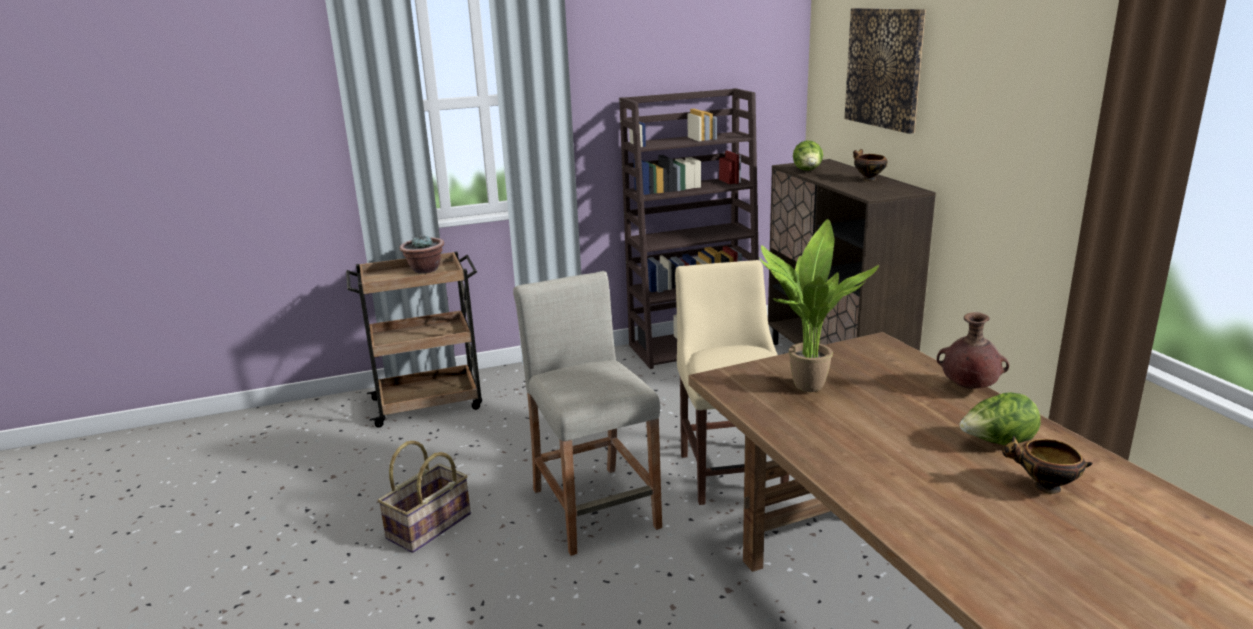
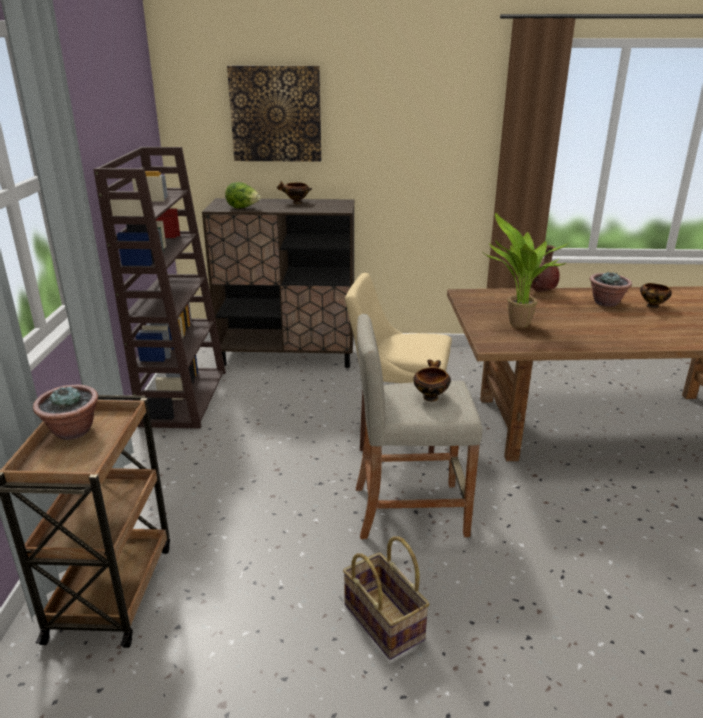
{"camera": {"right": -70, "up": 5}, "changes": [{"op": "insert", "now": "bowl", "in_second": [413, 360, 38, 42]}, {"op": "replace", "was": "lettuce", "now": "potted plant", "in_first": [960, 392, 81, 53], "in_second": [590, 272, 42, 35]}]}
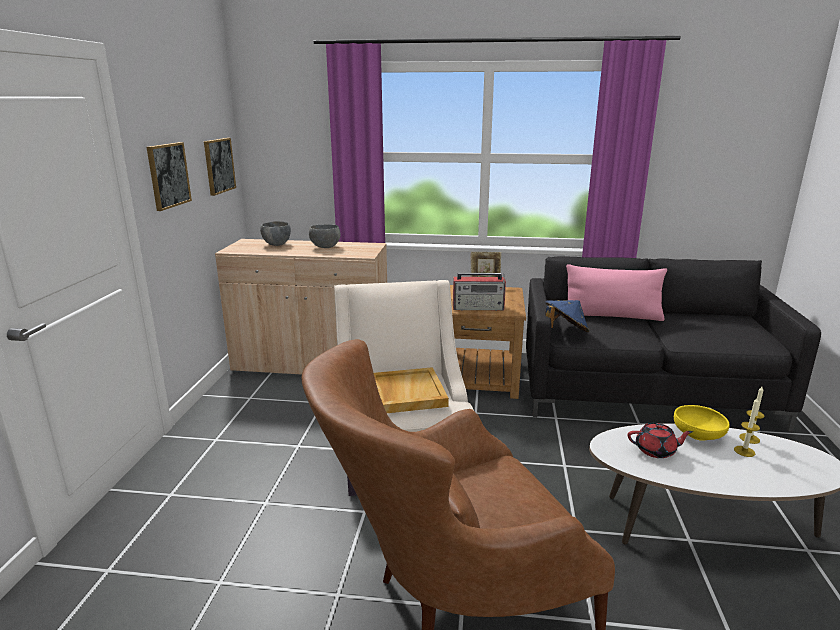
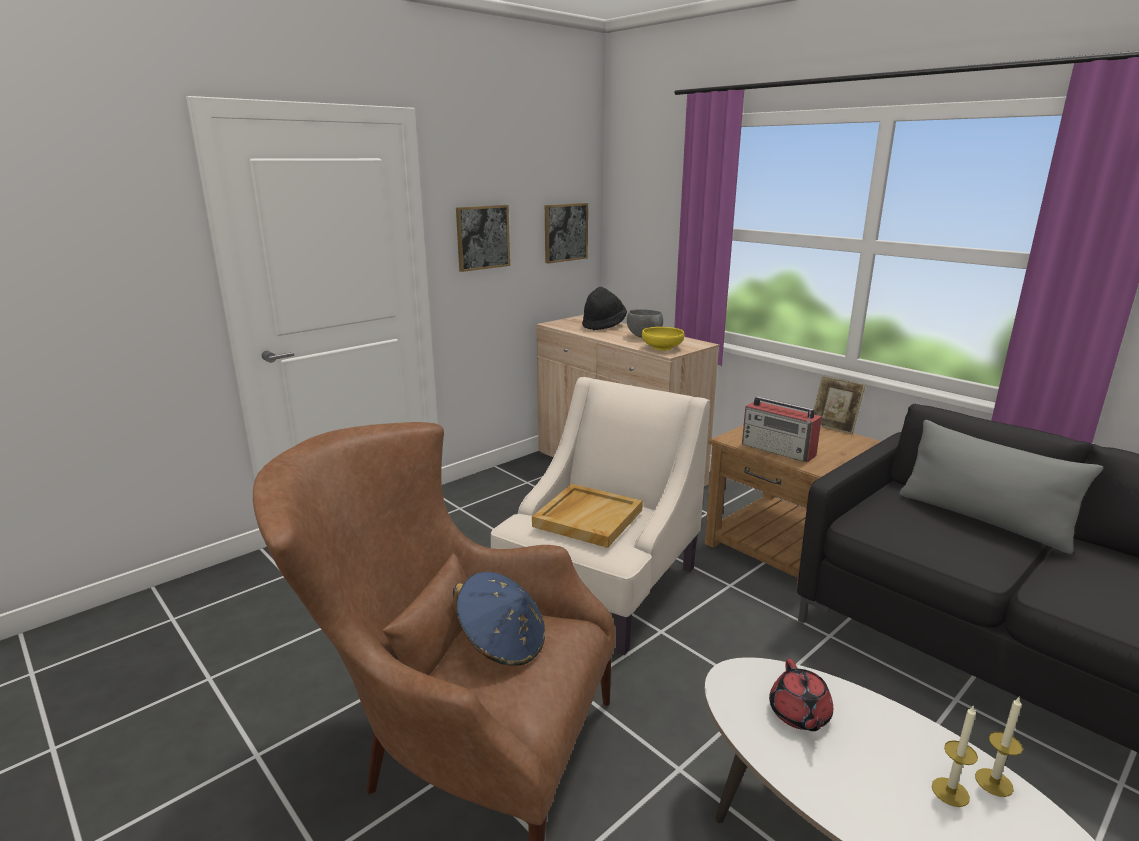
{"camera": {"right": 40, "up": 0}, "changes": [{"op": "move", "was": "hat/blue", "in_first": [545, 300, 44, 32], "in_second": [453, 572, 92, 94]}, {"op": "replace", "was": "bowl/grey", "now": "hat/black", "in_first": [260, 221, 31, 25], "in_second": [582, 287, 45, 44]}, {"op": "move", "was": "bowl/yellow", "in_first": [674, 405, 55, 36], "in_second": [642, 327, 43, 24]}, {"op": "rotate", "was": "teapot/red", "in_first": [628, 423, 65, 35], "in_second": [769, 659, 64, 72], "clockwise": 45}, {"op": "recolor", "was": "pillow/pink", "now": "pillow/grey", "in_first": [566, 264, 101, 57], "in_second": [900, 420, 203, 134]}]}
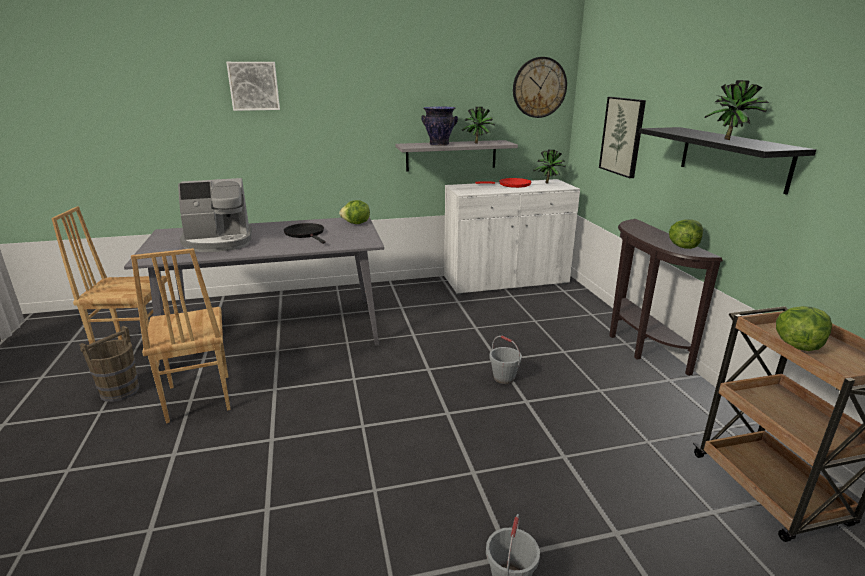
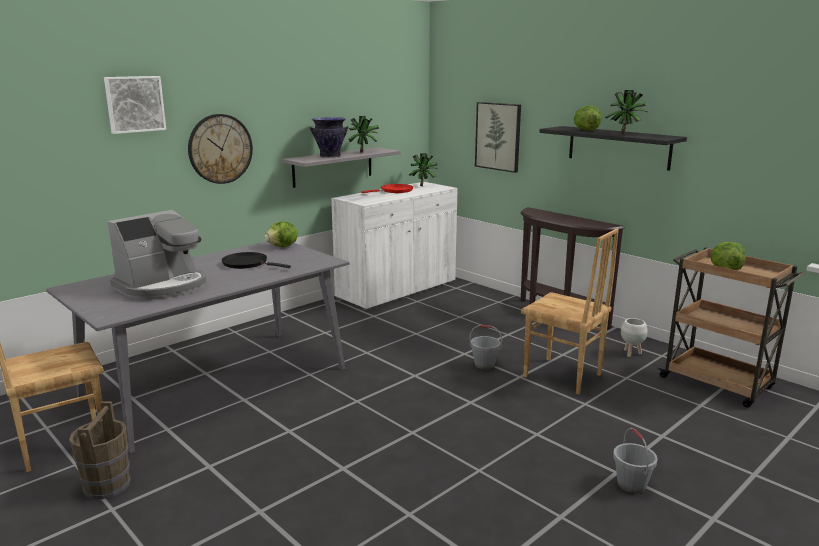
{"camera": {"right": -30, "up": -5}, "changes": [{"op": "move", "was": "wall clock", "in_first": [513, 57, 54, 61], "in_second": [188, 114, 65, 70]}, {"op": "move", "was": "chair/brown", "in_first": [131, 248, 100, 175], "in_second": [521, 229, 98, 166]}, {"op": "move", "was": "lettuce", "in_first": [669, 219, 34, 30], "in_second": [574, 105, 27, 26]}, {"op": "insert", "now": "planter/white", "in_second": [621, 318, 26, 39]}]}
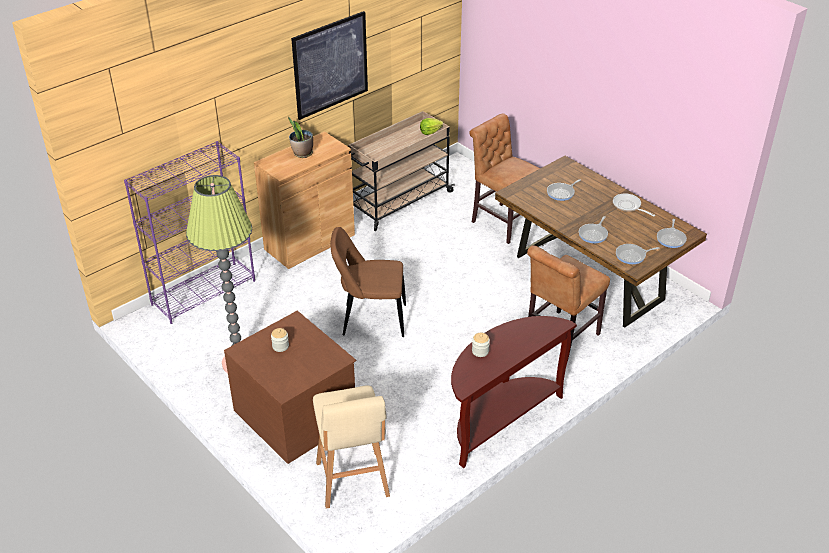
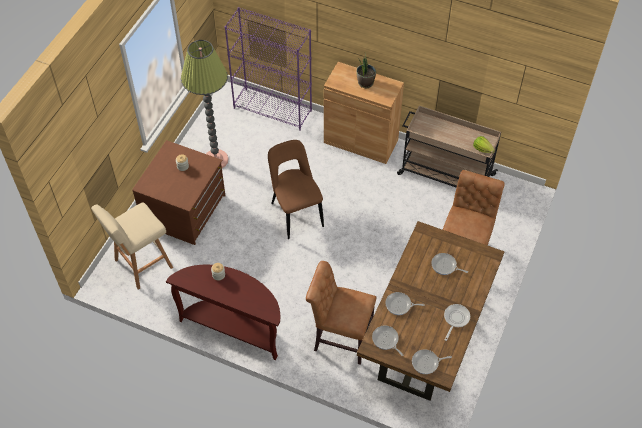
{"camera": {"right": 65, "up": 15}, "changes": [{"op": "delete", "was": "picture", "in_first": [291, 11, 77, 109]}]}
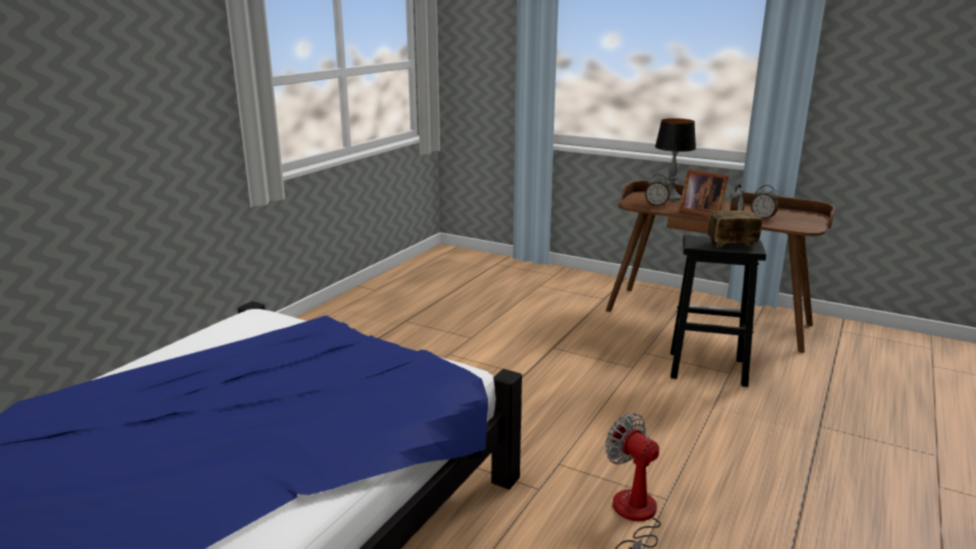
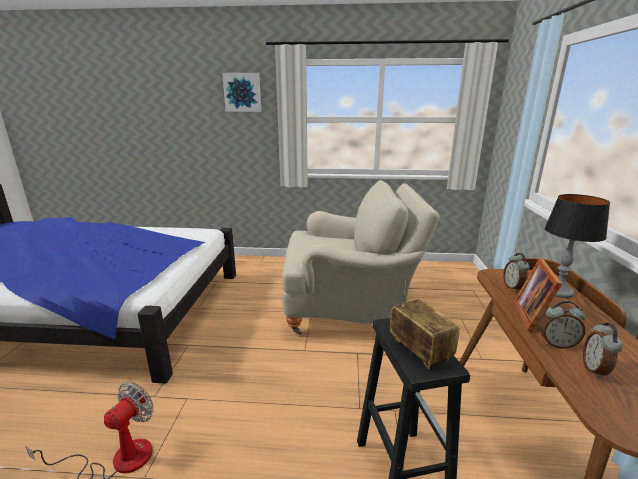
{"camera": {"right": 65, "up": 0}, "changes": [{"op": "insert", "now": "picture", "in_second": [222, 73, 39, 39]}, {"op": "insert", "now": "armchair/beige", "in_second": [282, 180, 158, 155]}]}
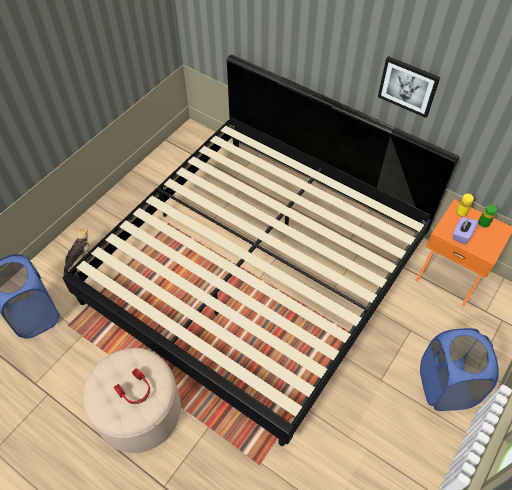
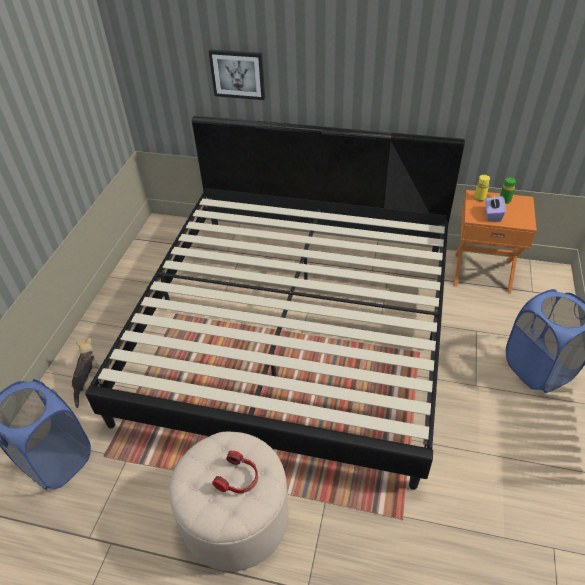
{"camera": {"right": -20, "up": -10}, "changes": [{"op": "move", "was": "picture", "in_first": [378, 56, 62, 62], "in_second": [209, 50, 56, 50]}]}
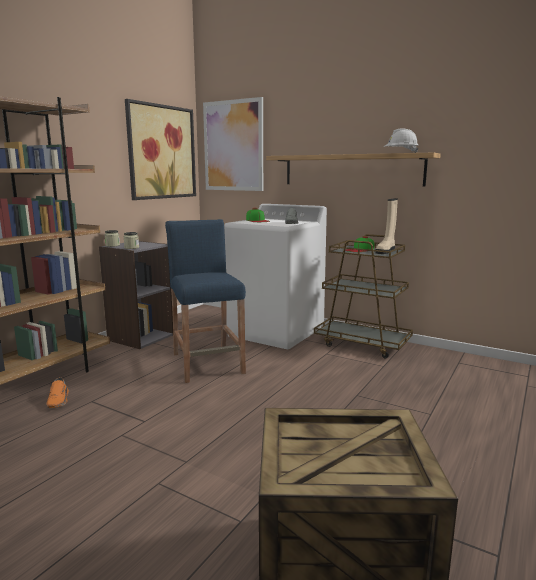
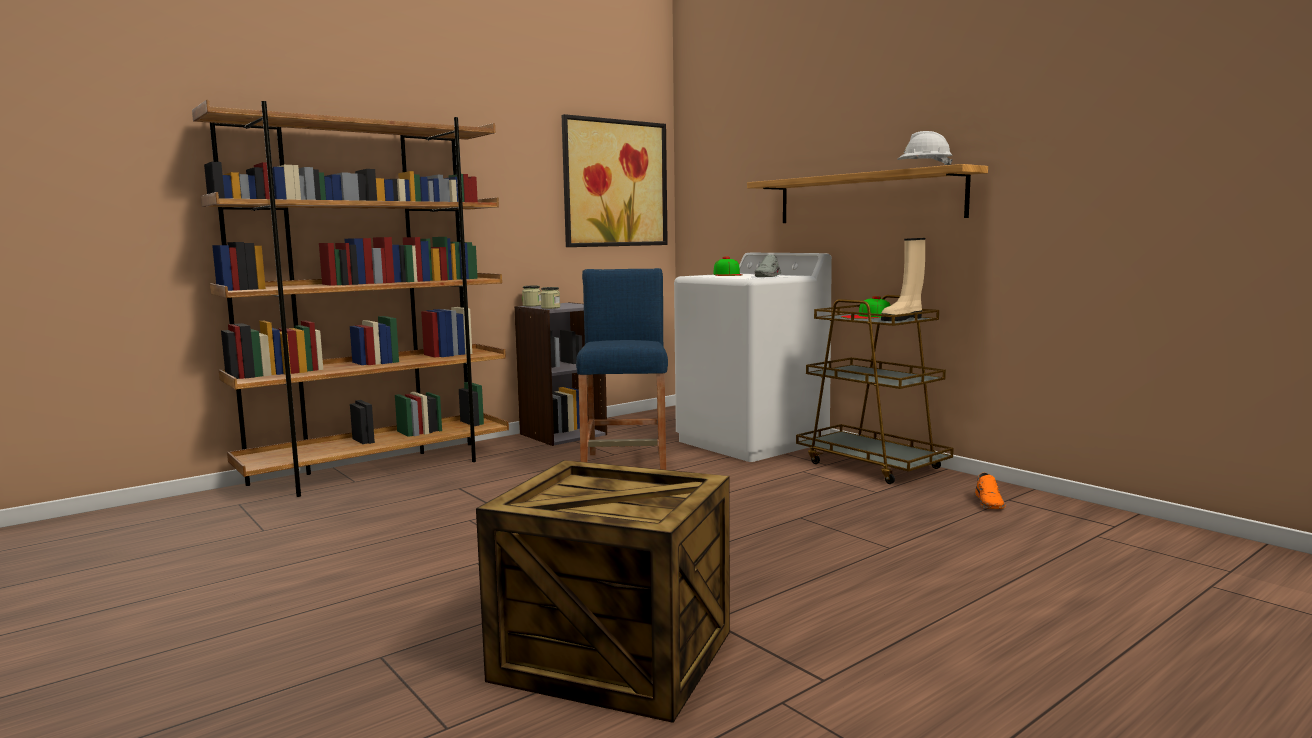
{"camera": {"right": 20, "up": -5}, "changes": [{"op": "move", "was": "shoe/orange", "in_first": [46, 377, 23, 31], "in_second": [975, 473, 31, 36]}, {"op": "delete", "was": "picture", "in_first": [203, 97, 60, 94]}]}
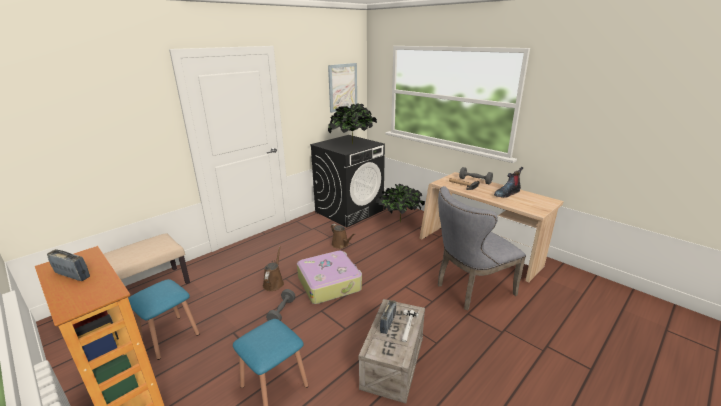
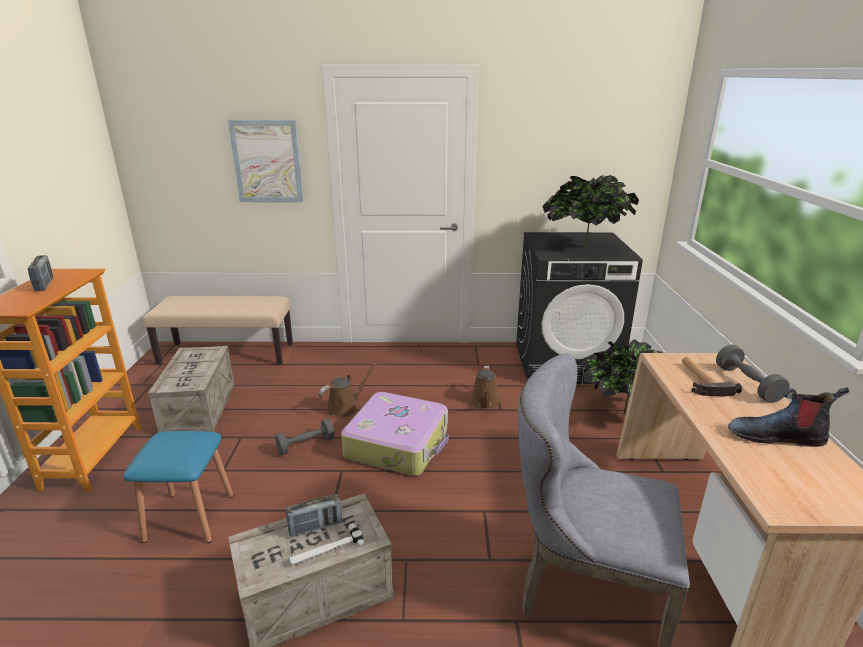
{"camera": {"right": 45, "up": 0}, "changes": [{"op": "replace", "was": "stool/blue", "now": "crate", "in_first": [128, 279, 72, 81], "in_second": [148, 346, 87, 87]}, {"op": "move", "was": "picture", "in_first": [328, 63, 29, 50], "in_second": [228, 120, 76, 82]}]}
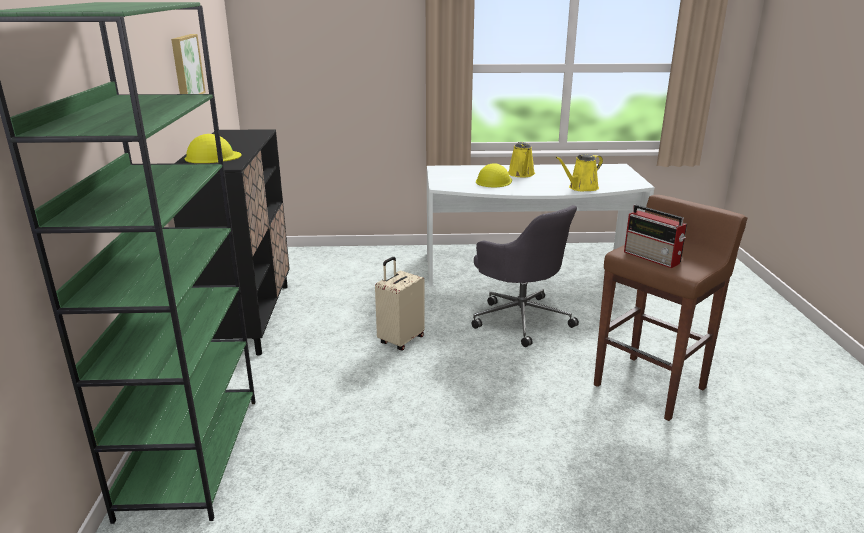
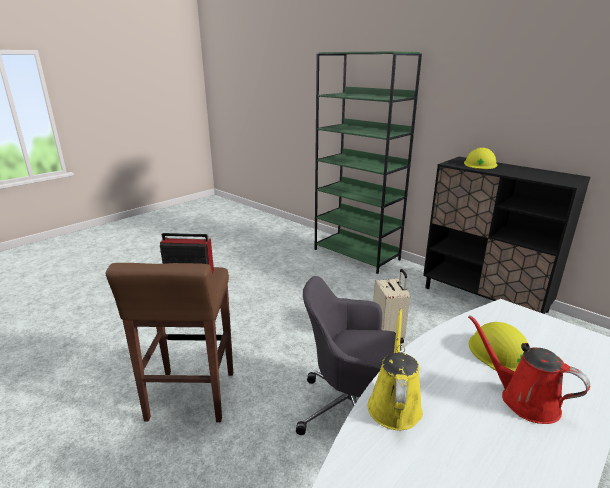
{"camera": {"right": 135, "up": 0}, "changes": [{"op": "recolor", "was": "watering can/yellow", "now": "watering can/red", "in_first": [508, 142, 27, 35], "in_second": [468, 315, 122, 109]}, {"op": "delete", "was": "picture", "in_first": [171, 34, 35, 60]}]}
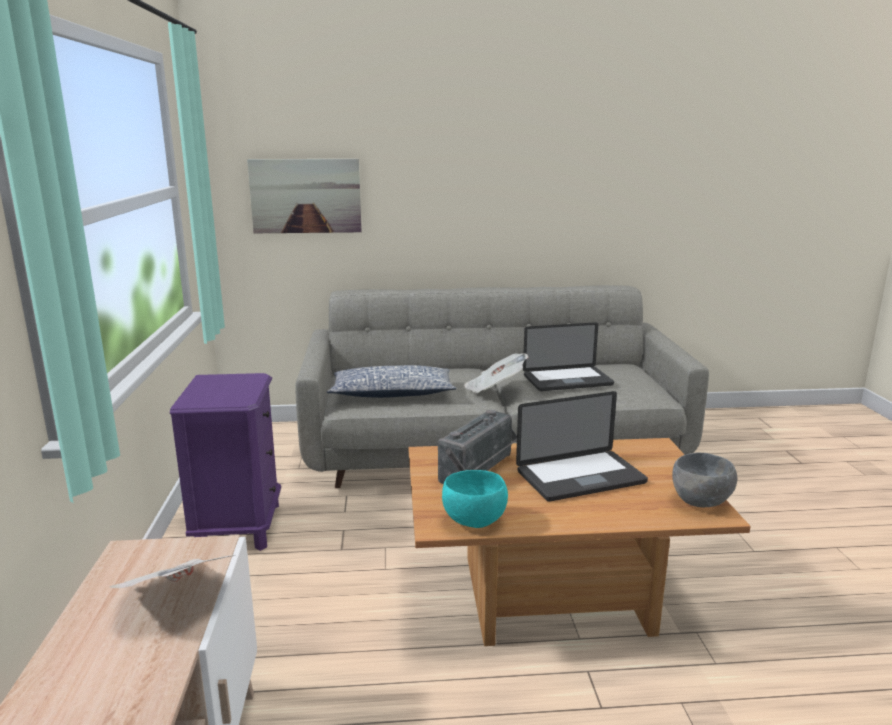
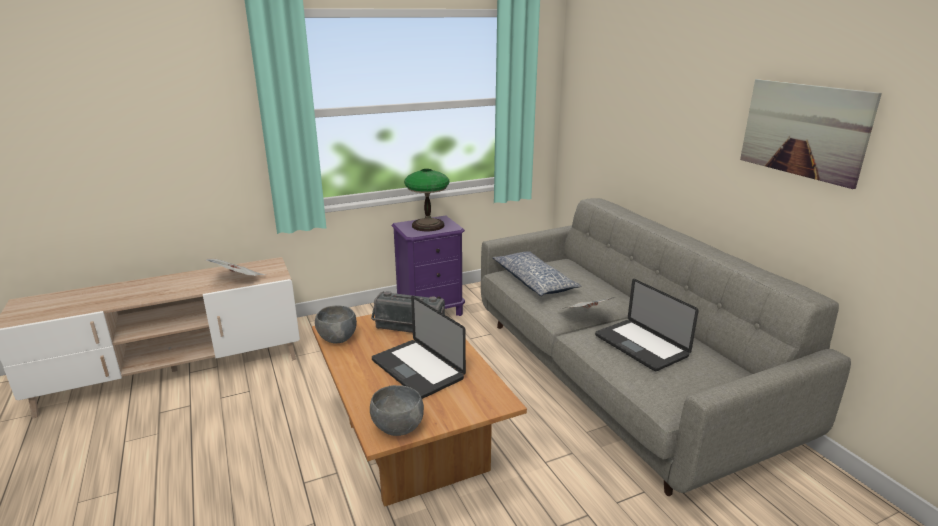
{"camera": {"right": 70, "up": 5}, "changes": [{"op": "recolor", "was": "bowl/turquoise", "now": "bowl/grey", "in_first": [442, 470, 66, 58], "in_second": [315, 306, 42, 37]}, {"op": "insert", "now": "table lamp", "in_second": [404, 169, 45, 62]}, {"op": "move", "was": "picture", "in_first": [247, 159, 115, 74], "in_second": [740, 79, 142, 110]}]}
